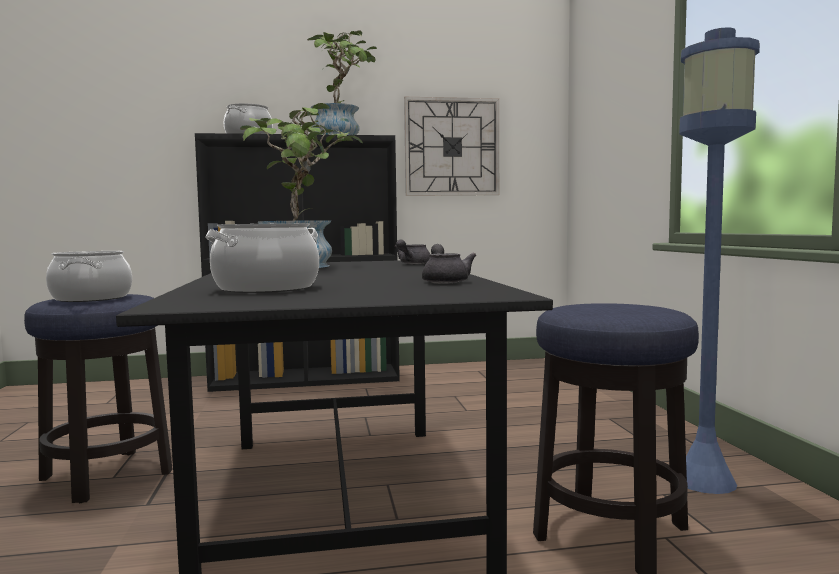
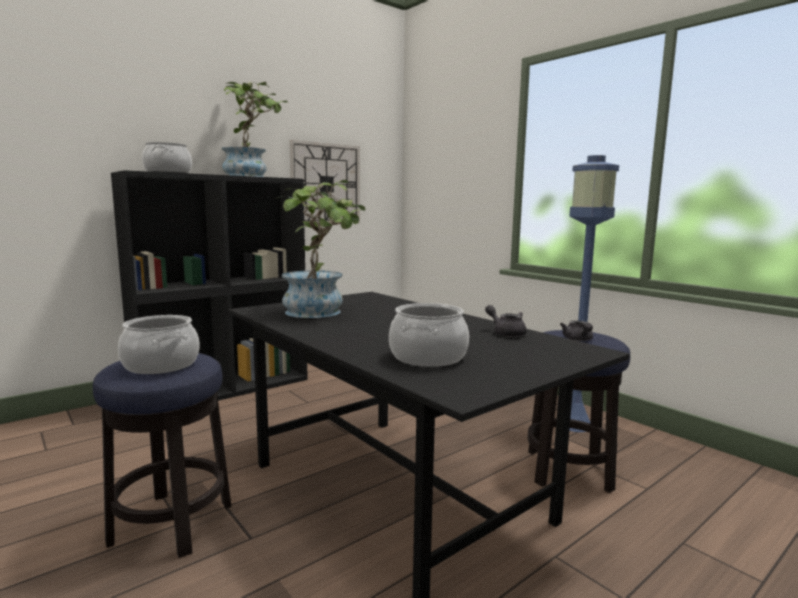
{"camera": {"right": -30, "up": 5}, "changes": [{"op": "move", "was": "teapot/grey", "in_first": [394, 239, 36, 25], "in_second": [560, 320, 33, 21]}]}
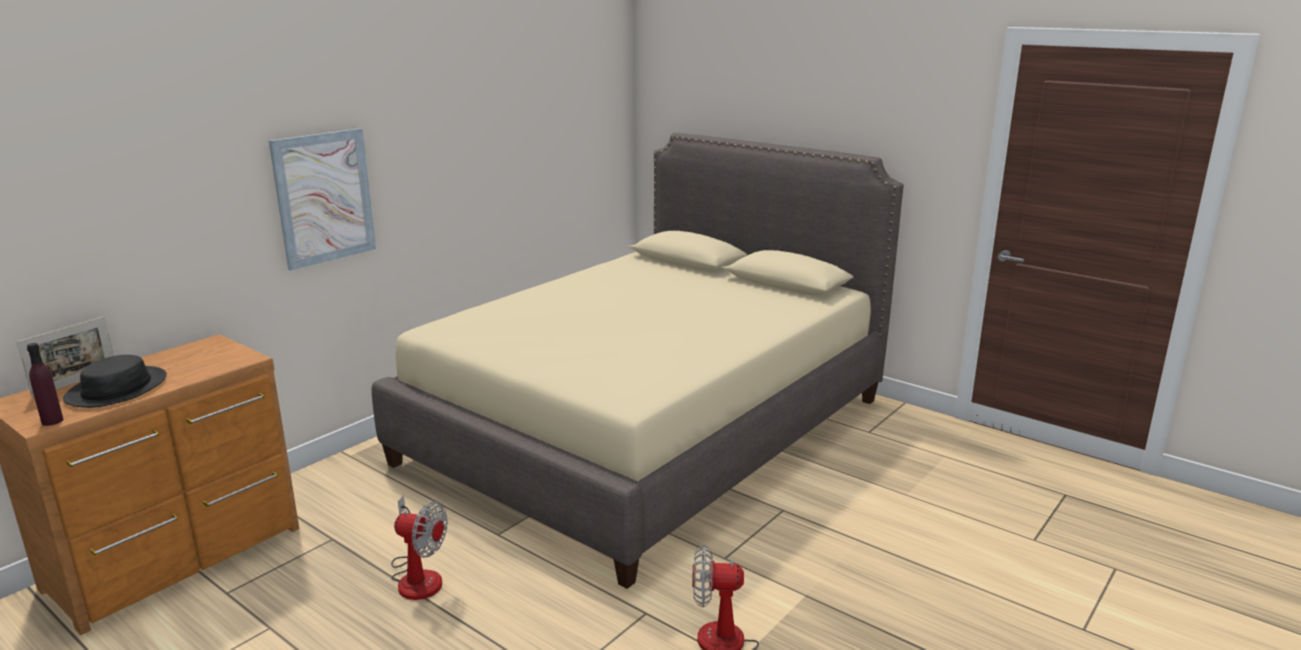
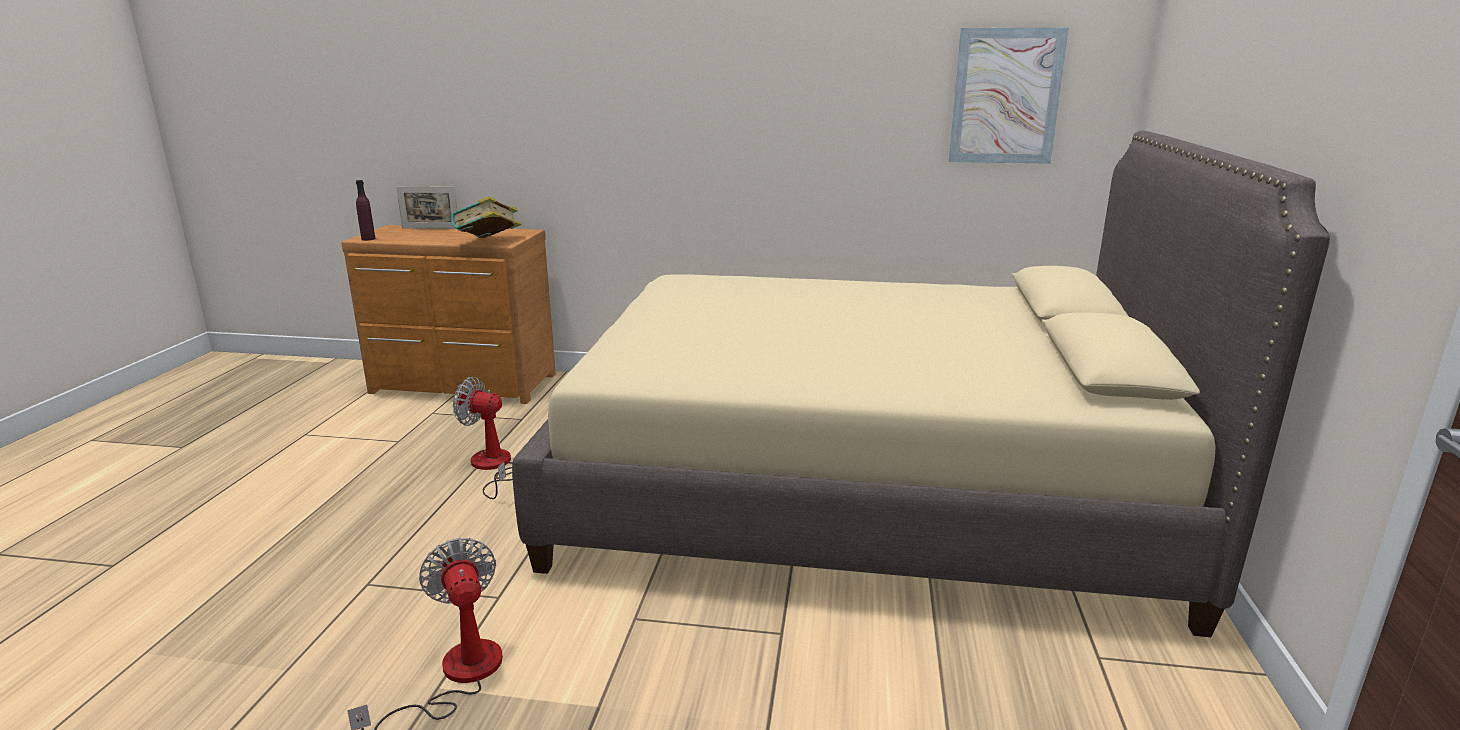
{"camera": {"right": 60, "up": 0}, "changes": [{"op": "insert", "now": "book", "in_second": [451, 196, 71, 42]}, {"op": "rotate", "was": "fan", "in_first": [391, 496, 56, 104], "in_second": [453, 377, 60, 122], "clockwise": 120}, {"op": "move", "was": "picture", "in_first": [269, 128, 107, 143], "in_second": [949, 28, 120, 136]}, {"op": "delete", "was": "hat/black", "in_first": [63, 355, 104, 53]}]}
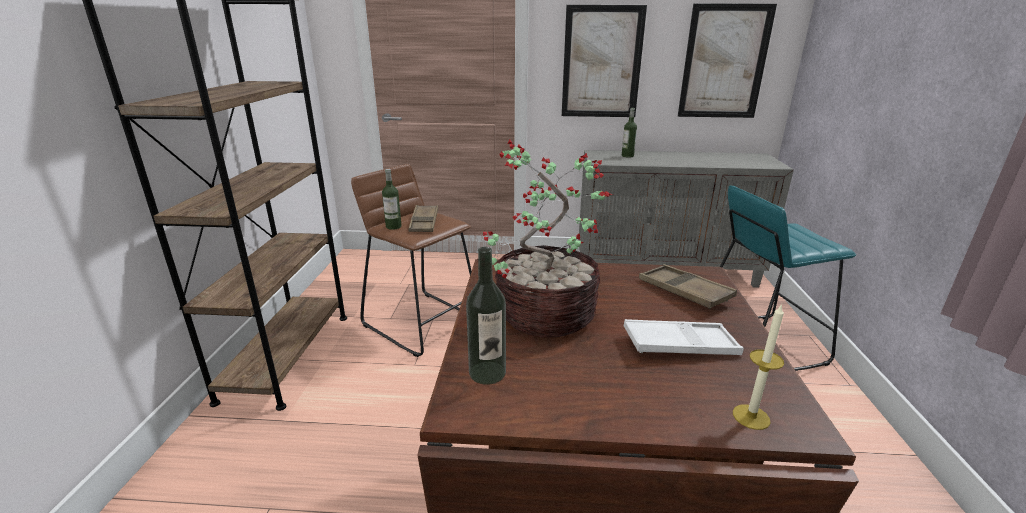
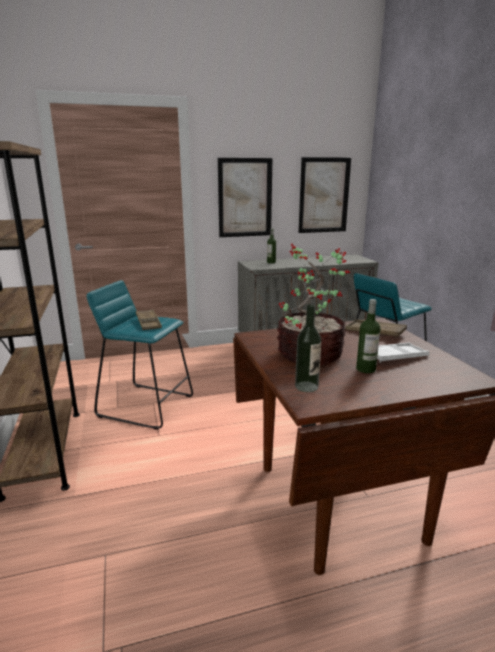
{"camera": {"right": -20, "up": -5}, "changes": [{"op": "recolor", "was": "stool/brown", "now": "stool/turquoise", "in_first": [351, 164, 121, 193], "in_second": [87, 280, 106, 150]}, {"op": "move", "was": "bottle", "in_first": [382, 169, 20, 61], "in_second": [356, 299, 24, 74]}, {"op": "delete", "was": "candle", "in_first": [733, 303, 51, 127]}]}
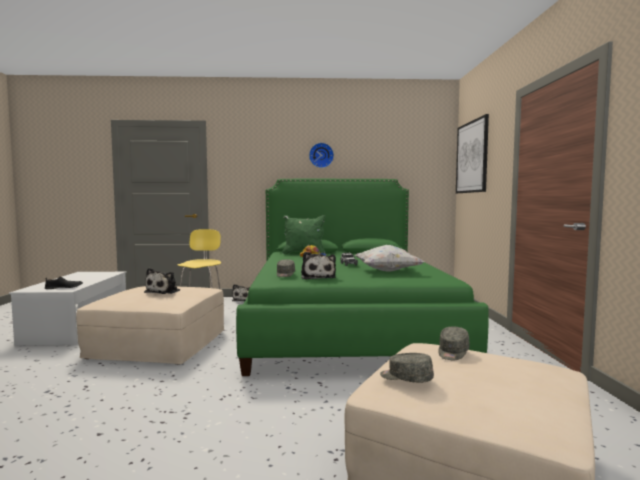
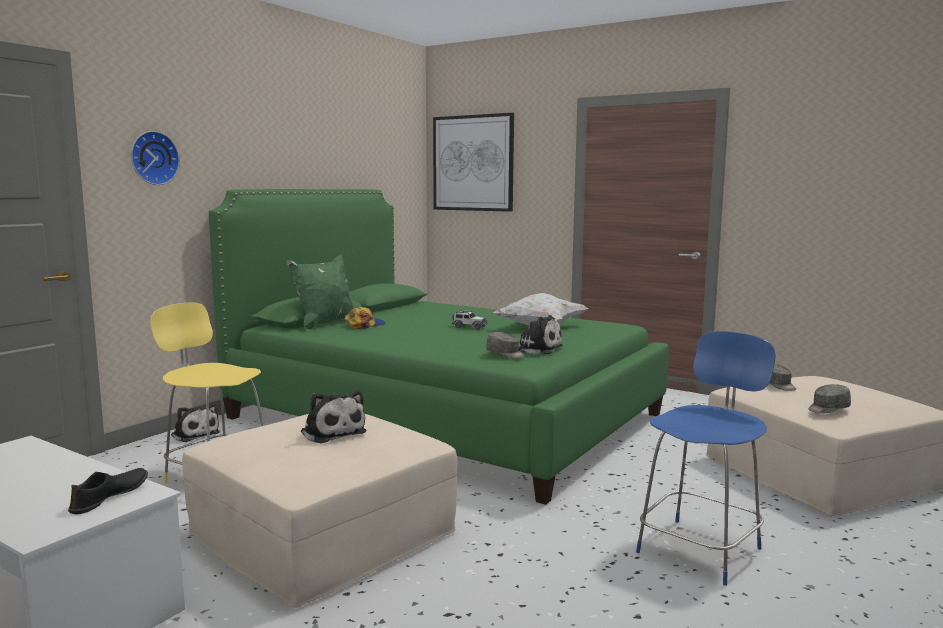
{"camera": {"right": -55, "up": 5}, "changes": [{"op": "move", "was": "wall clock", "in_first": [309, 143, 25, 25], "in_second": [131, 131, 49, 54]}, {"op": "insert", "now": "stool/blue", "in_second": [636, 331, 140, 255]}]}
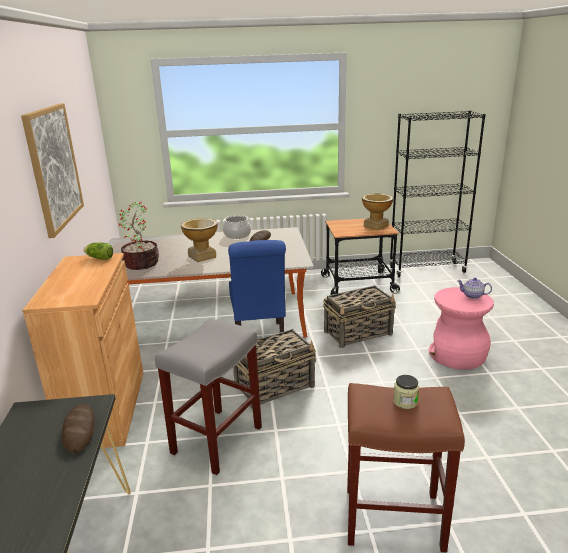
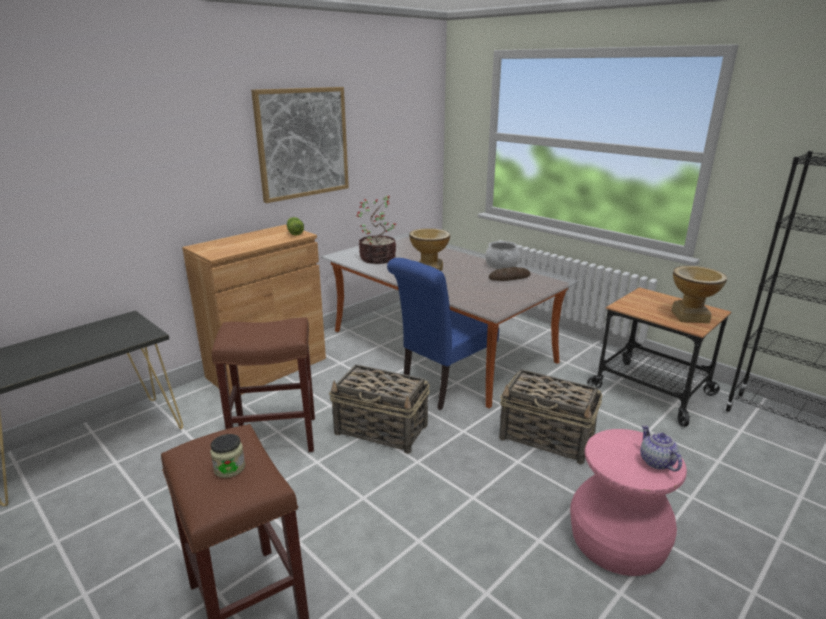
{"camera": {"right": 50, "up": 0}, "changes": [{"op": "recolor", "was": "stool/grey", "now": "stool/brown", "in_first": [155, 319, 107, 156], "in_second": [212, 318, 103, 134]}, {"op": "delete", "was": "bread", "in_first": [62, 404, 33, 49]}]}
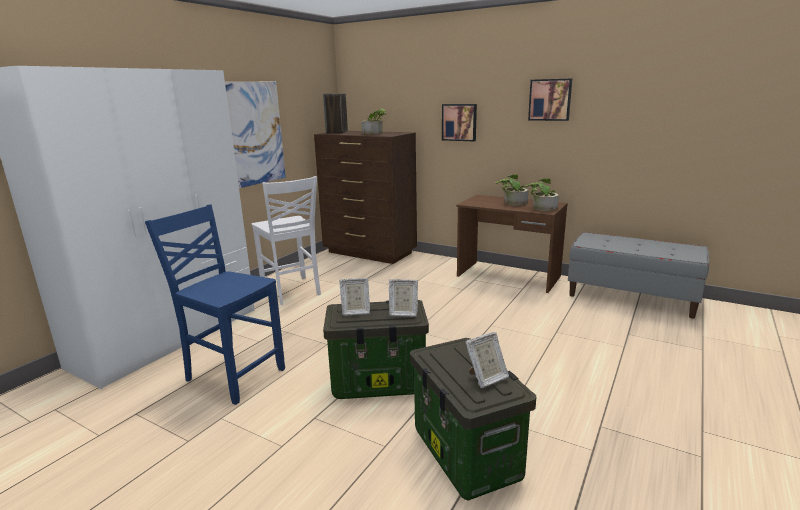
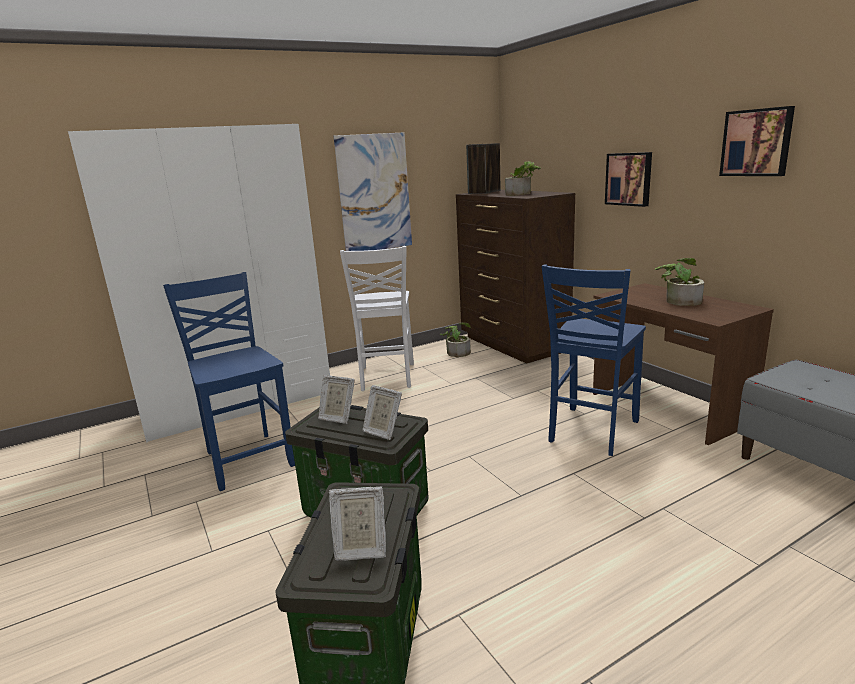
{"camera": {"right": 30, "up": 0}, "changes": [{"op": "move", "was": "potted plant", "in_first": [524, 178, 35, 33], "in_second": [440, 322, 31, 35]}, {"op": "insert", "now": "chair/blue", "in_second": [542, 264, 104, 192]}]}
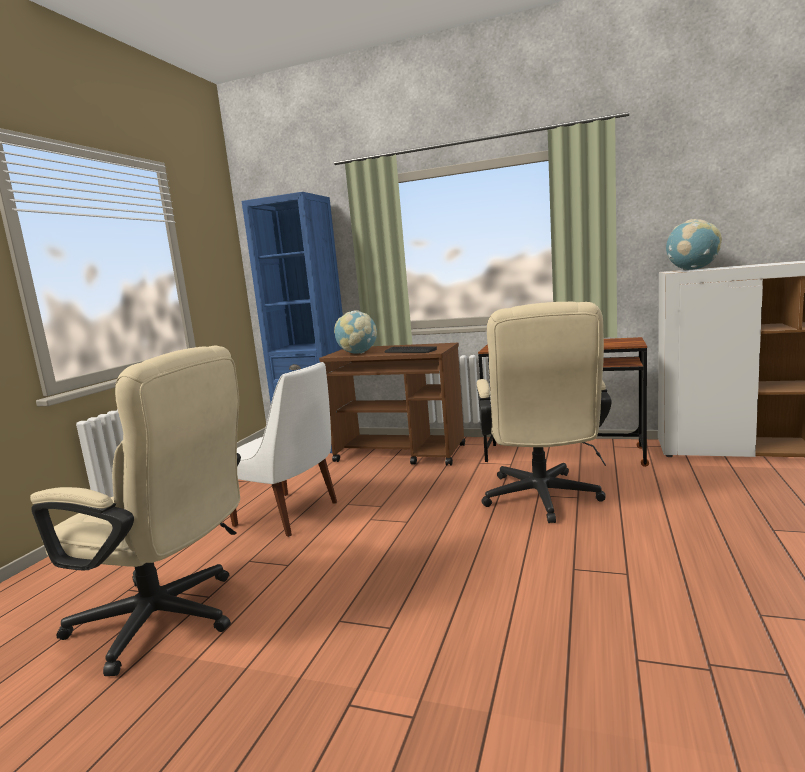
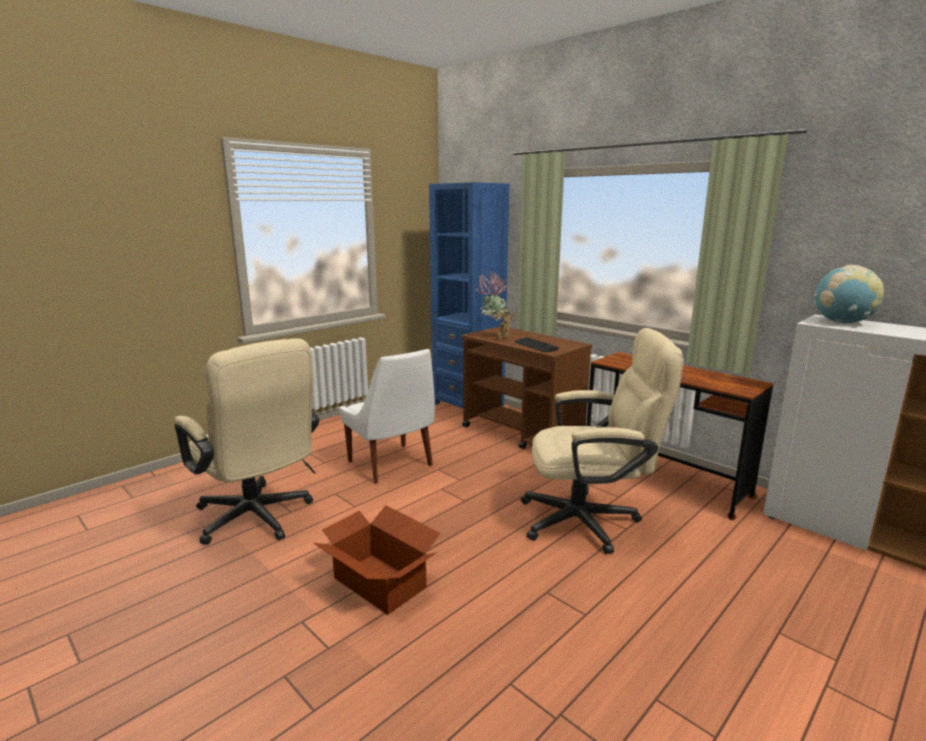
{"camera": {"right": 25, "up": 5}, "changes": [{"op": "insert", "now": "cardboard box", "in_second": [313, 505, 127, 110]}, {"op": "replace", "was": "globe", "now": "potted plant", "in_first": [334, 310, 43, 44], "in_second": [476, 271, 40, 68]}, {"op": "rotate", "was": "office chair/beige", "in_first": [477, 302, 135, 221], "in_second": [521, 328, 163, 226], "clockwise": -120}]}
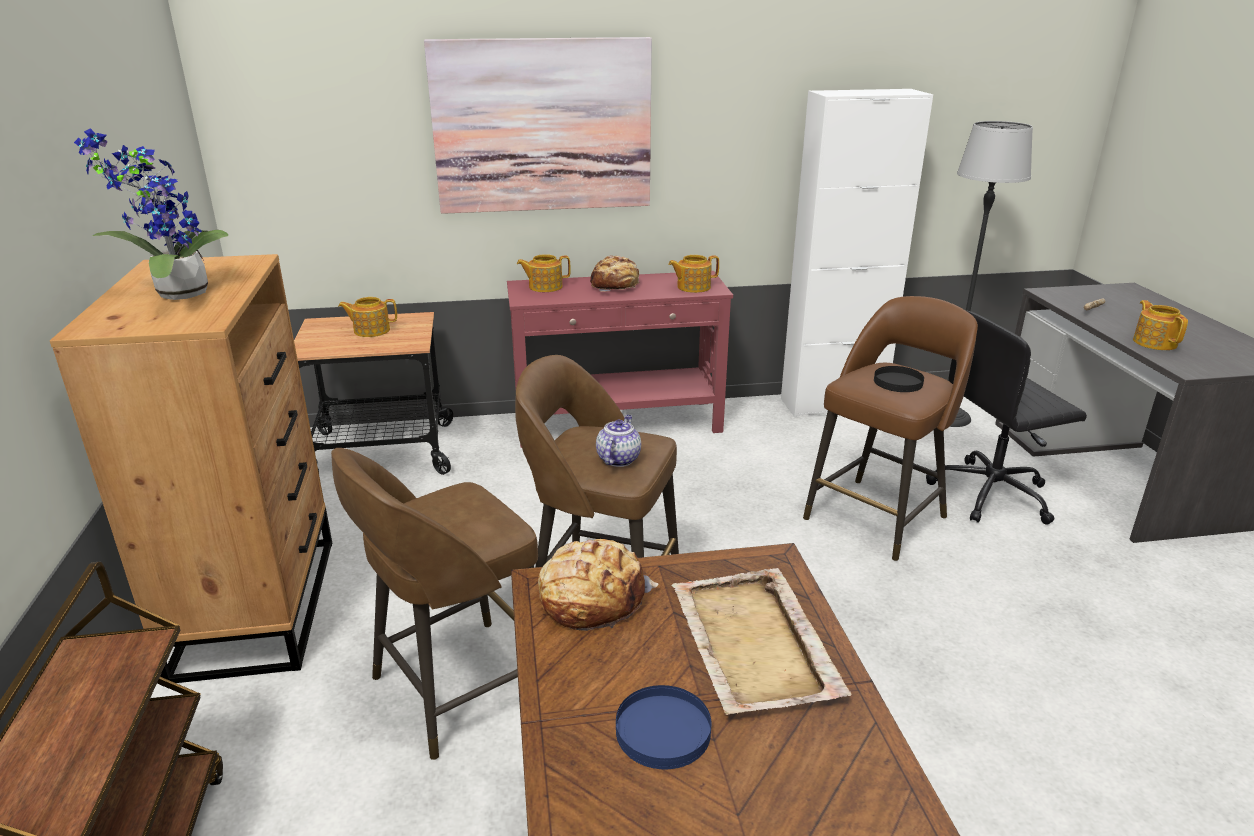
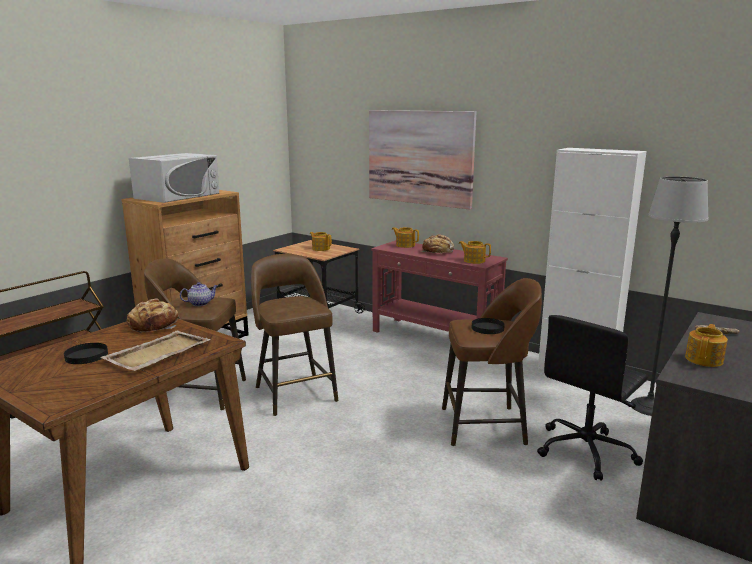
{"camera": {"right": 45, "up": -10}, "changes": [{"op": "recolor", "was": "plate/blue", "now": "plate/black", "in_first": [616, 685, 95, 84], "in_second": [64, 343, 44, 21]}, {"op": "replace", "was": "potted plant", "now": "microwave/white", "in_first": [74, 128, 154, 172], "in_second": [129, 153, 90, 50]}, {"op": "move", "was": "teapot", "in_first": [596, 415, 45, 52], "in_second": [180, 282, 38, 24]}, {"op": "rotate", "was": "office chair/black", "in_first": [926, 310, 161, 215], "in_second": [537, 315, 111, 166], "clockwise": -75}]}
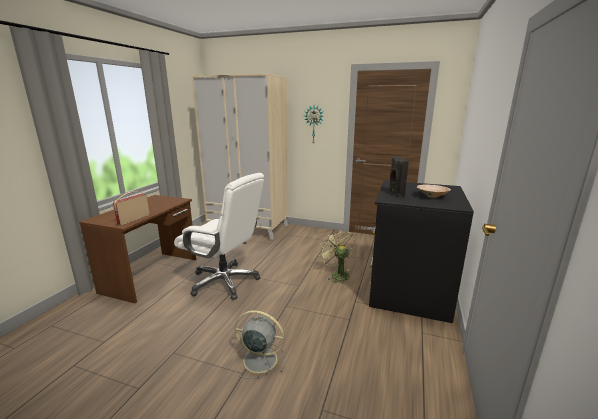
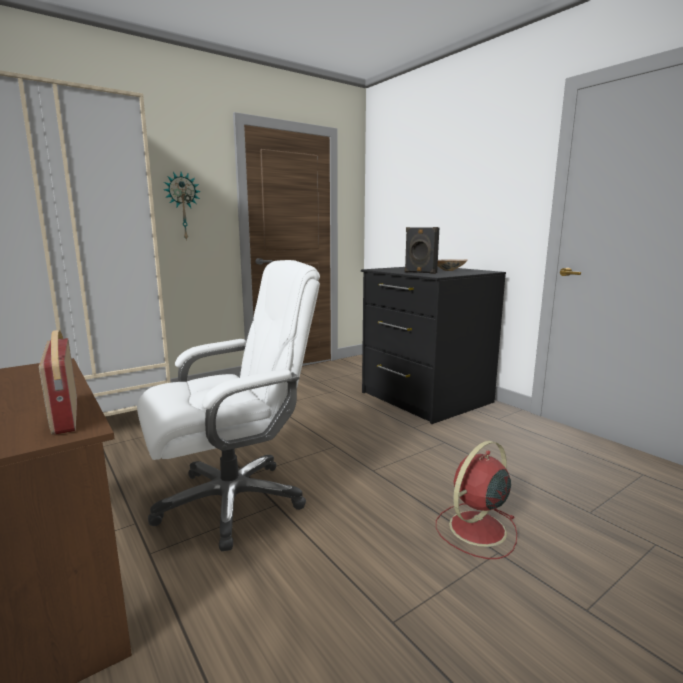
{"camera": {"right": -55, "up": -5}, "changes": [{"op": "recolor", "was": "fan/grey", "now": "fan/red", "in_first": [233, 310, 52, 69], "in_second": [436, 441, 81, 118]}, {"op": "delete", "was": "fan/green", "in_first": [318, 229, 38, 54]}]}
